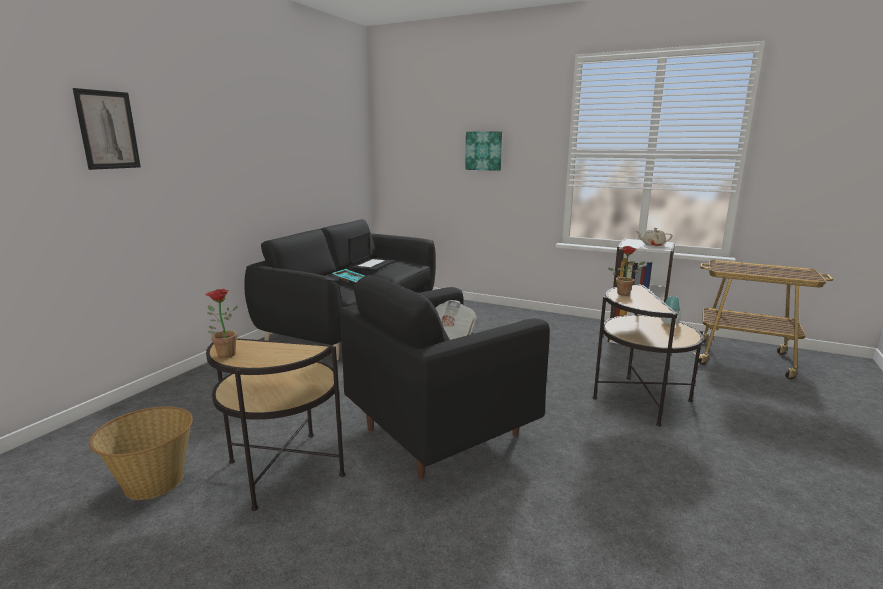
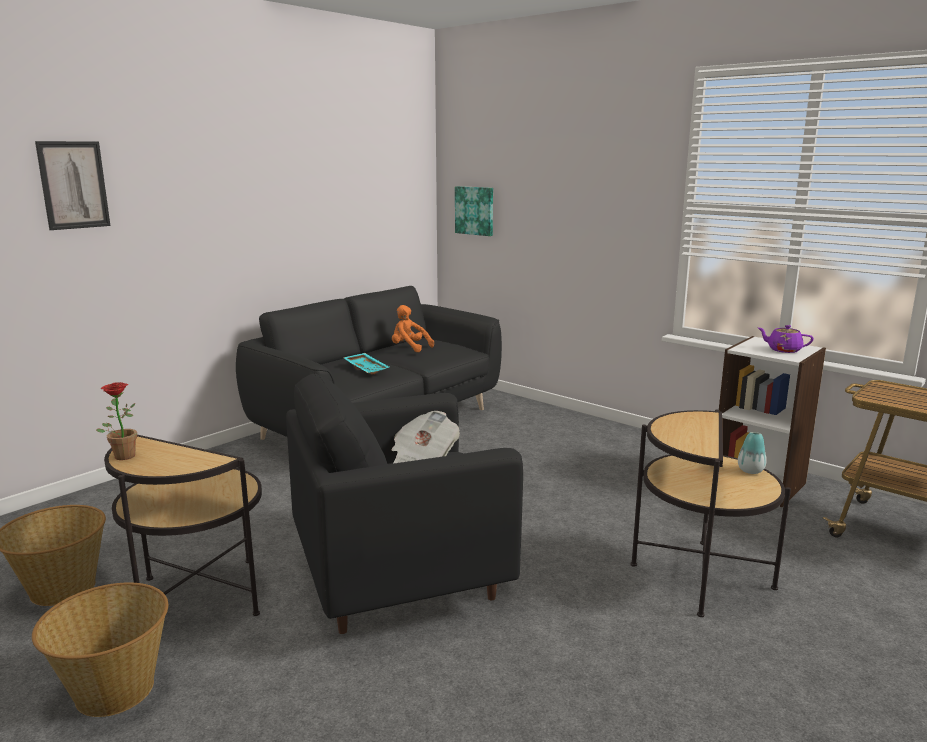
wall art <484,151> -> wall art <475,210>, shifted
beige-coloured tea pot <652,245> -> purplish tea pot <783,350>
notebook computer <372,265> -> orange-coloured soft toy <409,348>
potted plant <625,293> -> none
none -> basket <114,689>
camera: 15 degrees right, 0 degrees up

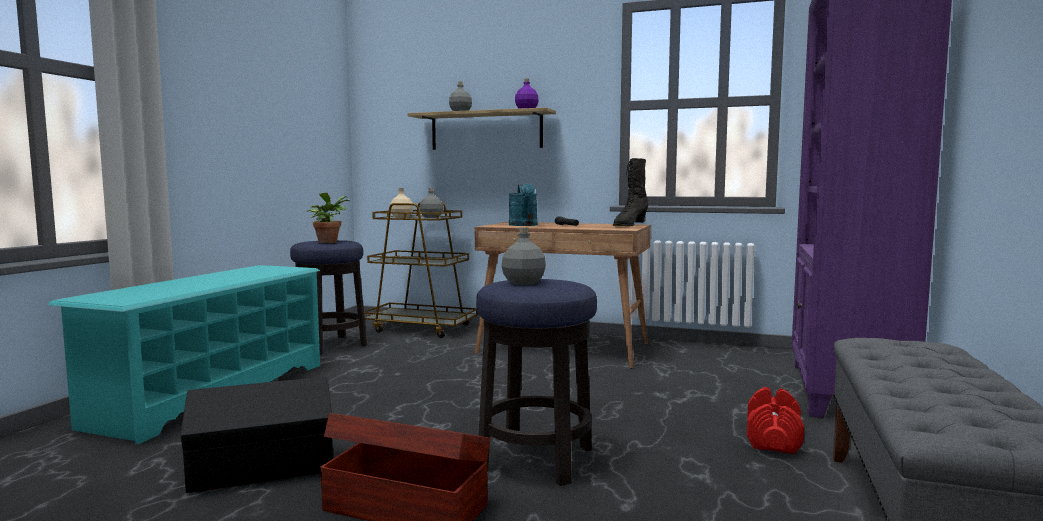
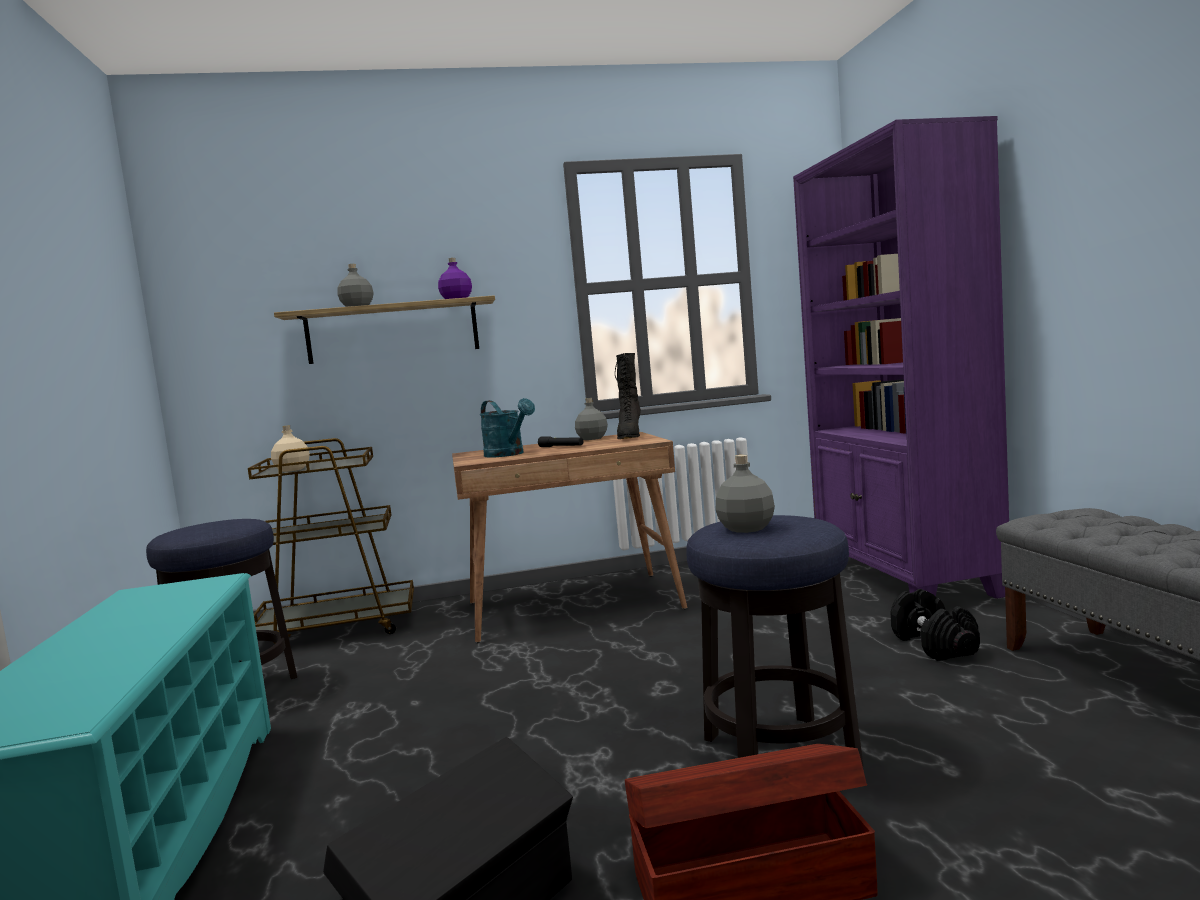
grey beverage bottle <431,217> -> grey beverage bottle <592,438>, shifted
potted plant <328,242> -> none
reddish hand weight <773,439> -> blackish hand weight <935,645>
camera: 30 degrees left, 0 degrees up

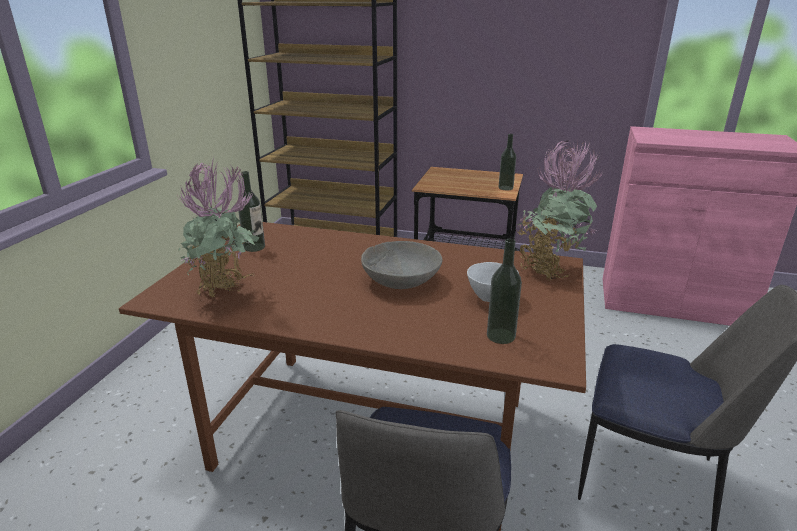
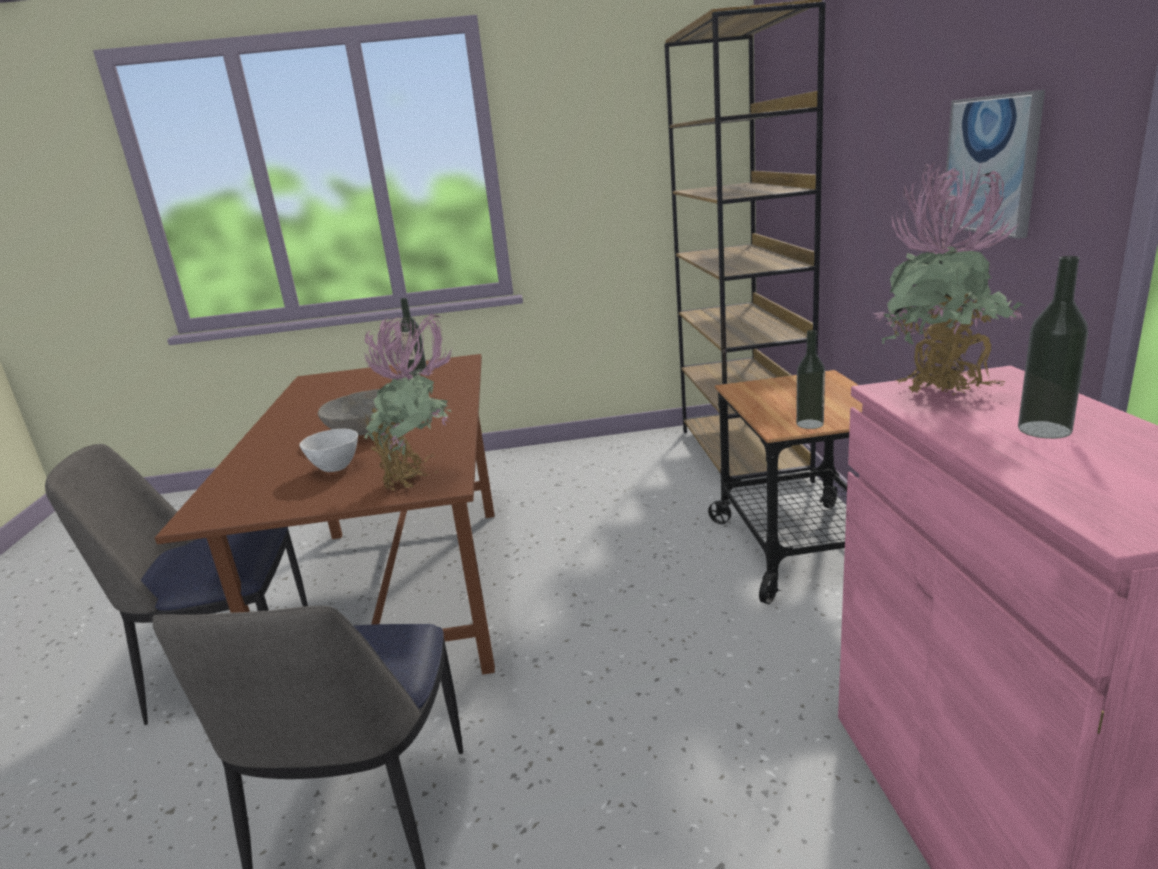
potted plant <227,294> -> potted plant <940,396>, shifted
beverage bottle <501,336> -> beverage bottle <1044,430>, shifted
none -> wall art <991,165>
camera: 70 degrees right, 5 degrees down

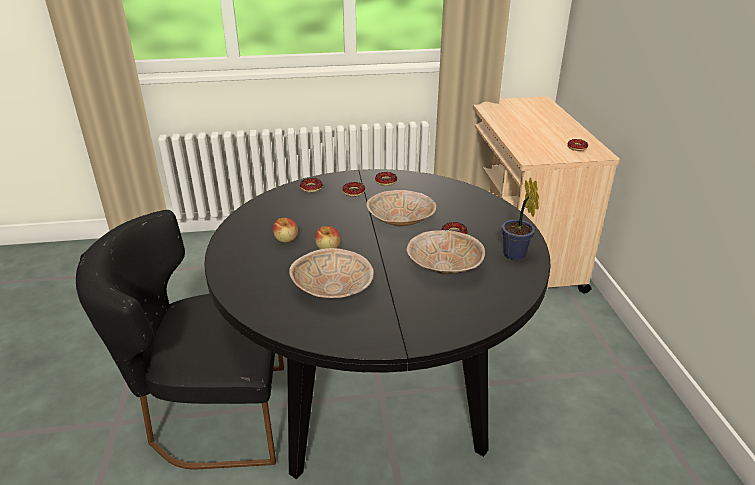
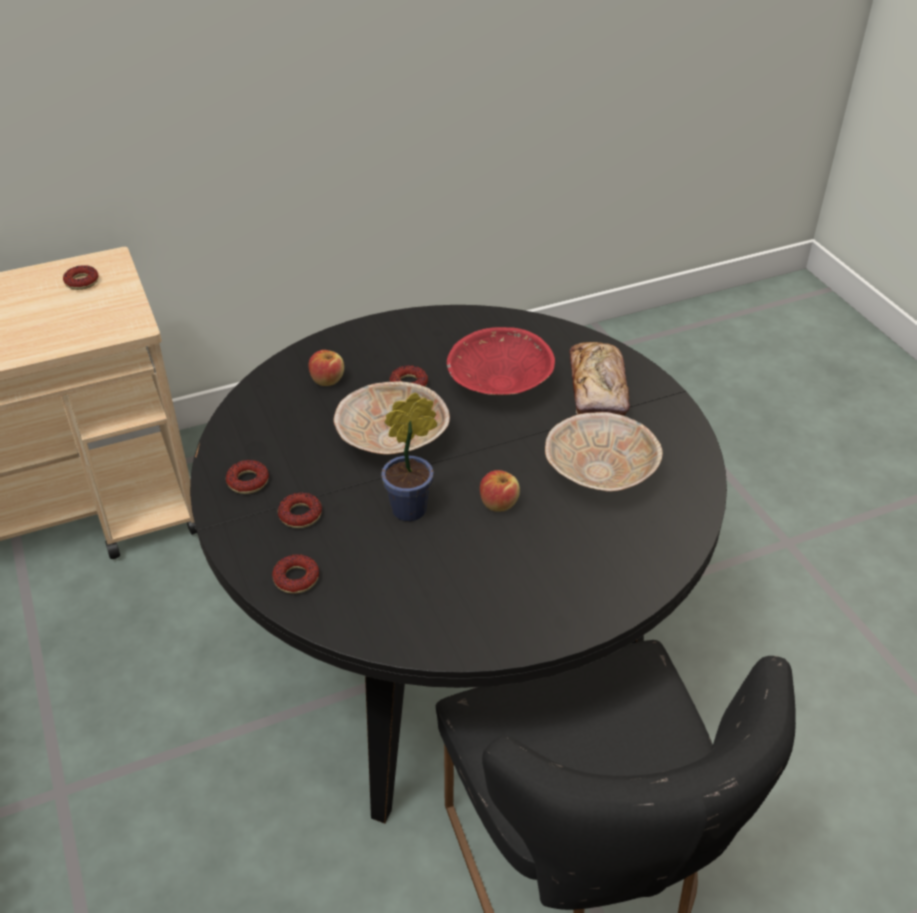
potted plant <515,256> -> potted plant <413,508>, shifted
apple fruit <286,239> -> apple fruit <327,379>, shifted
beige-coloured deep dish <444,267> -> reddish deep dish <499,384>
none -> bakery bread <597,389>
camera: 105 degrees left, 10 degrees up

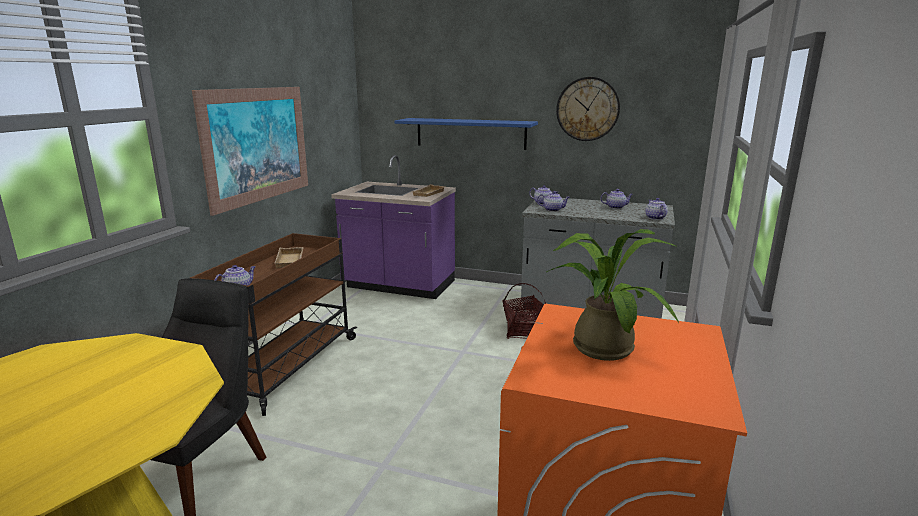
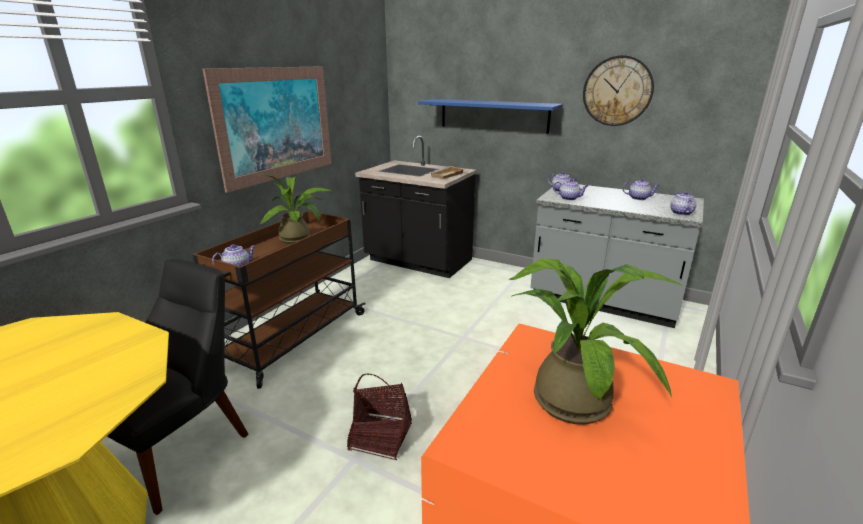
purplish kitchen counter <398,285> -> blackish kitchen counter <418,261>
beige-coloured serving tray <291,261> -> potted plant <299,239>
basket <523,331> -> basket <380,437>, shifted
camera: 10 degrees right, 5 degrees up

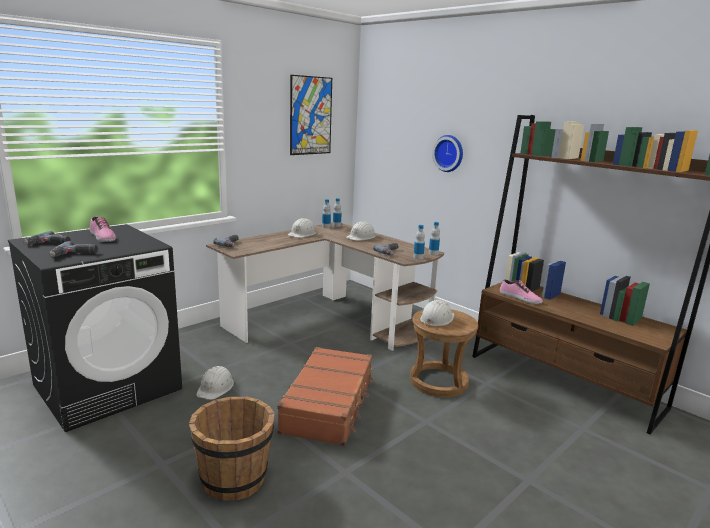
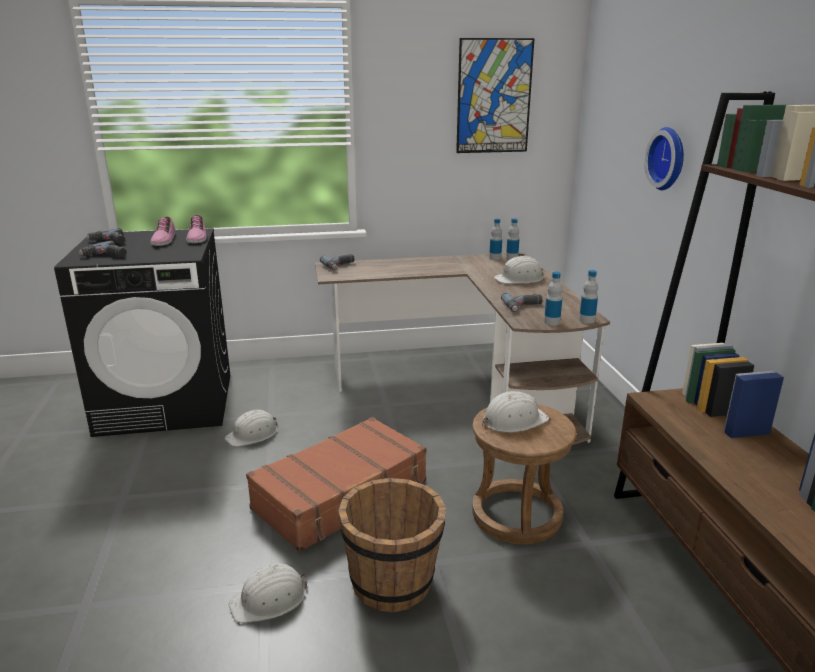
whitish hard hat <302,234> -> whitish hard hat <270,600>, shifted
low shoe <520,298> -> low shoe <196,237>, shifted
brown water bucket <234,478> -> brown water bucket <393,582>, shifted
camera: 35 degrees right, 5 degrees up

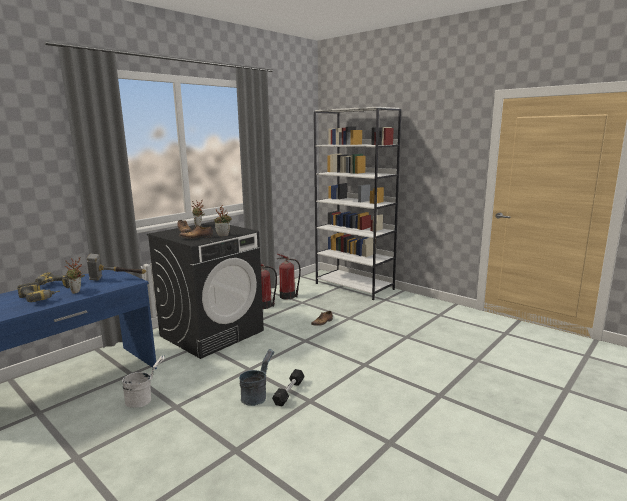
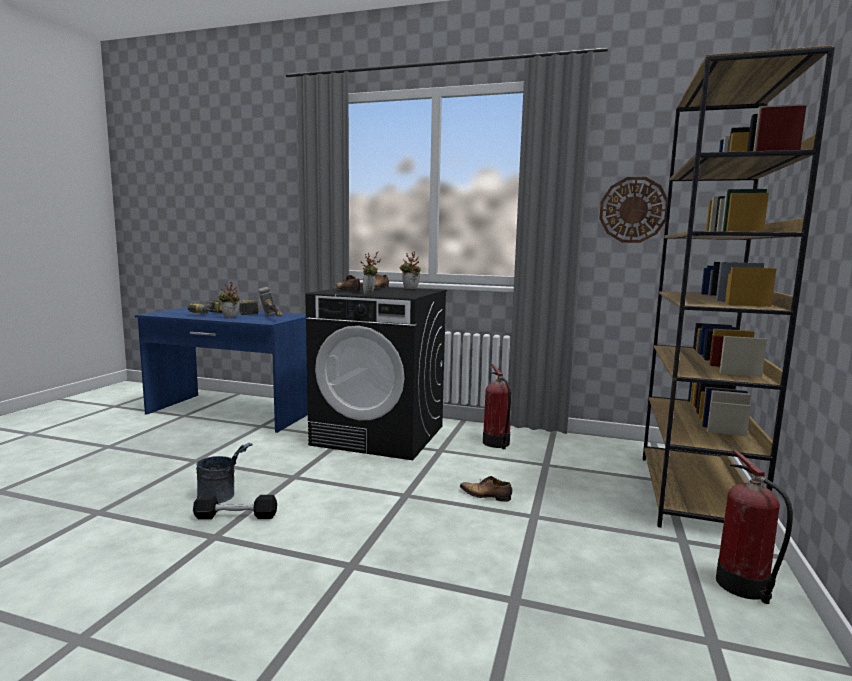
whitish shelving unit <355,286> -> brown shelving unit <694,495>
extinguisher <288,296> -> extinguisher <744,586>, shifted
whitish water bucket <144,399> -> none
none -> wall clock <633,210>
camera: 65 degrees right, 5 degrees down

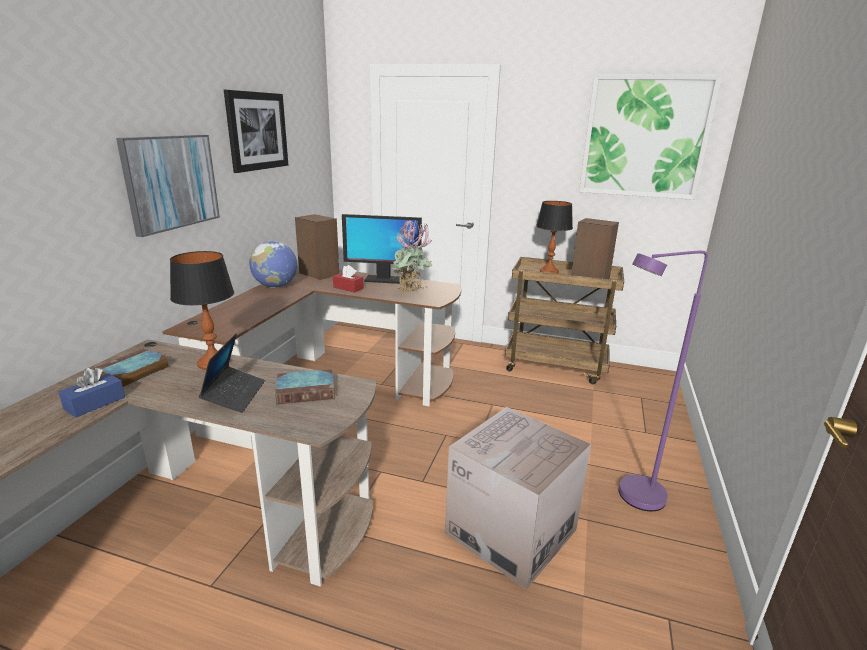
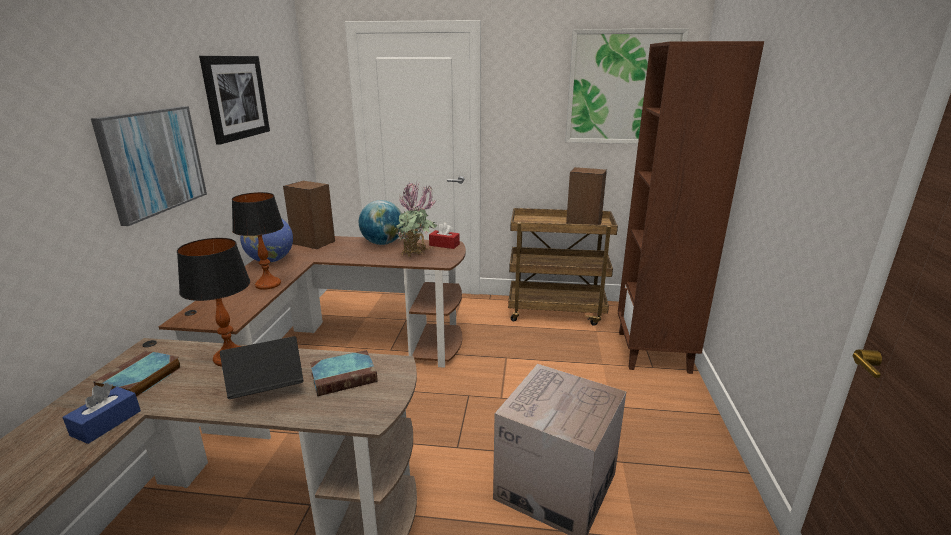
tabletop lamp <549,271> -> tabletop lamp <268,284>, shifted
computer screen <383,279> -> desk globe <383,243>
purplish standing lamp <631,498> -> none
reddish box of tissues <348,288> -> reddish box of tissues <444,245>, shifted
notebook computer <235,395> -> notebook computer <267,391>, 105 degrees counterclockwise
none -> brown shelving unit <654,352>
camera: 10 degrees left, 0 degrees up

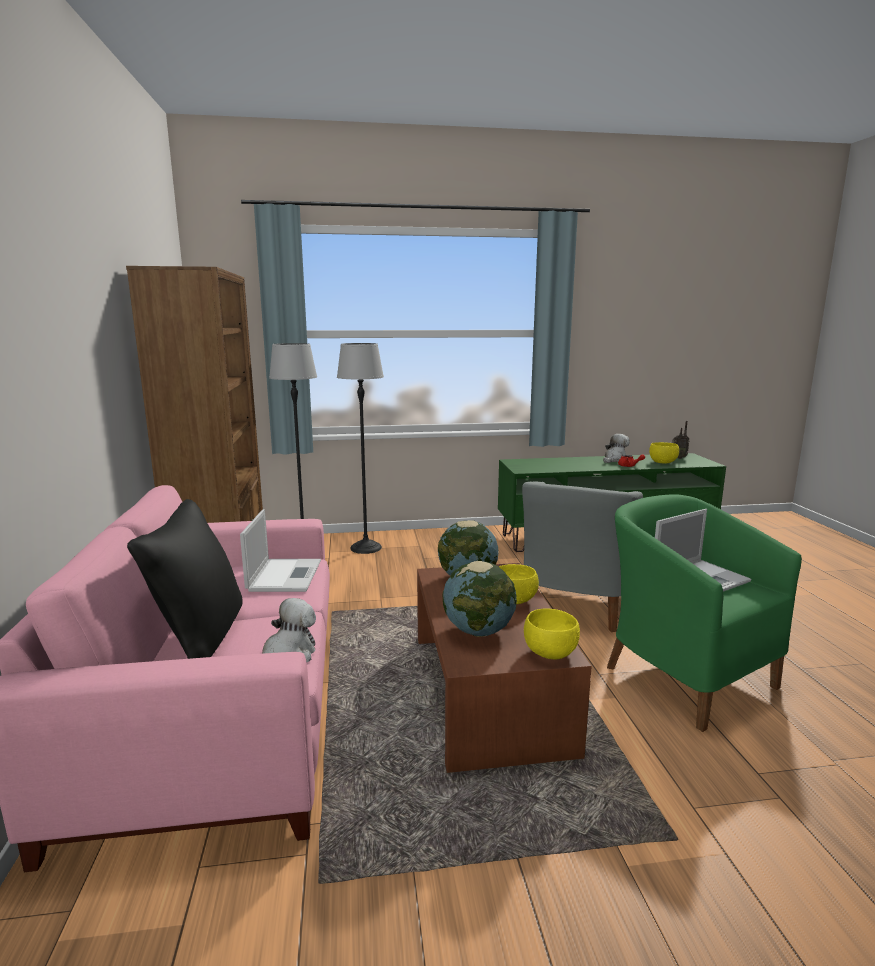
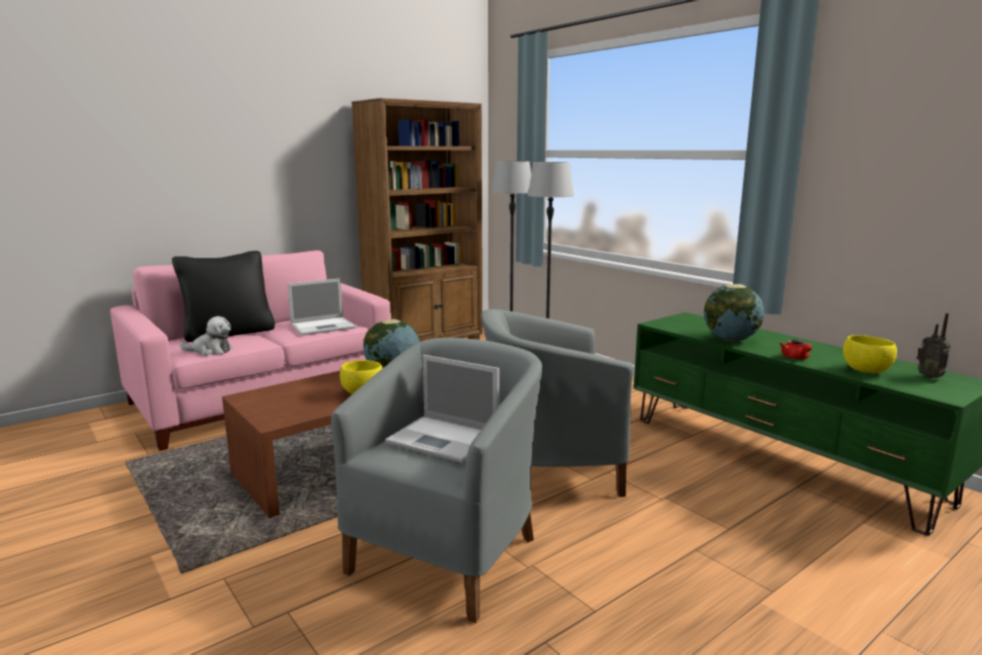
soft toy <614,460> -> none
green lounge chair <684,675> -> grey lounge chair <449,553>
desk globe <479,631> -> desk globe <730,340>, shifted
yellowish deep dish <550,654> -> none
camera: 60 degrees right, 0 degrees up

